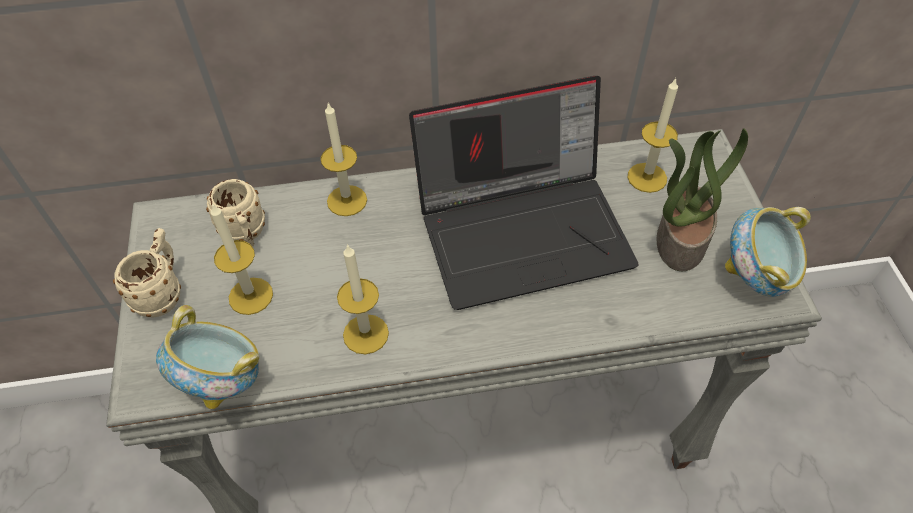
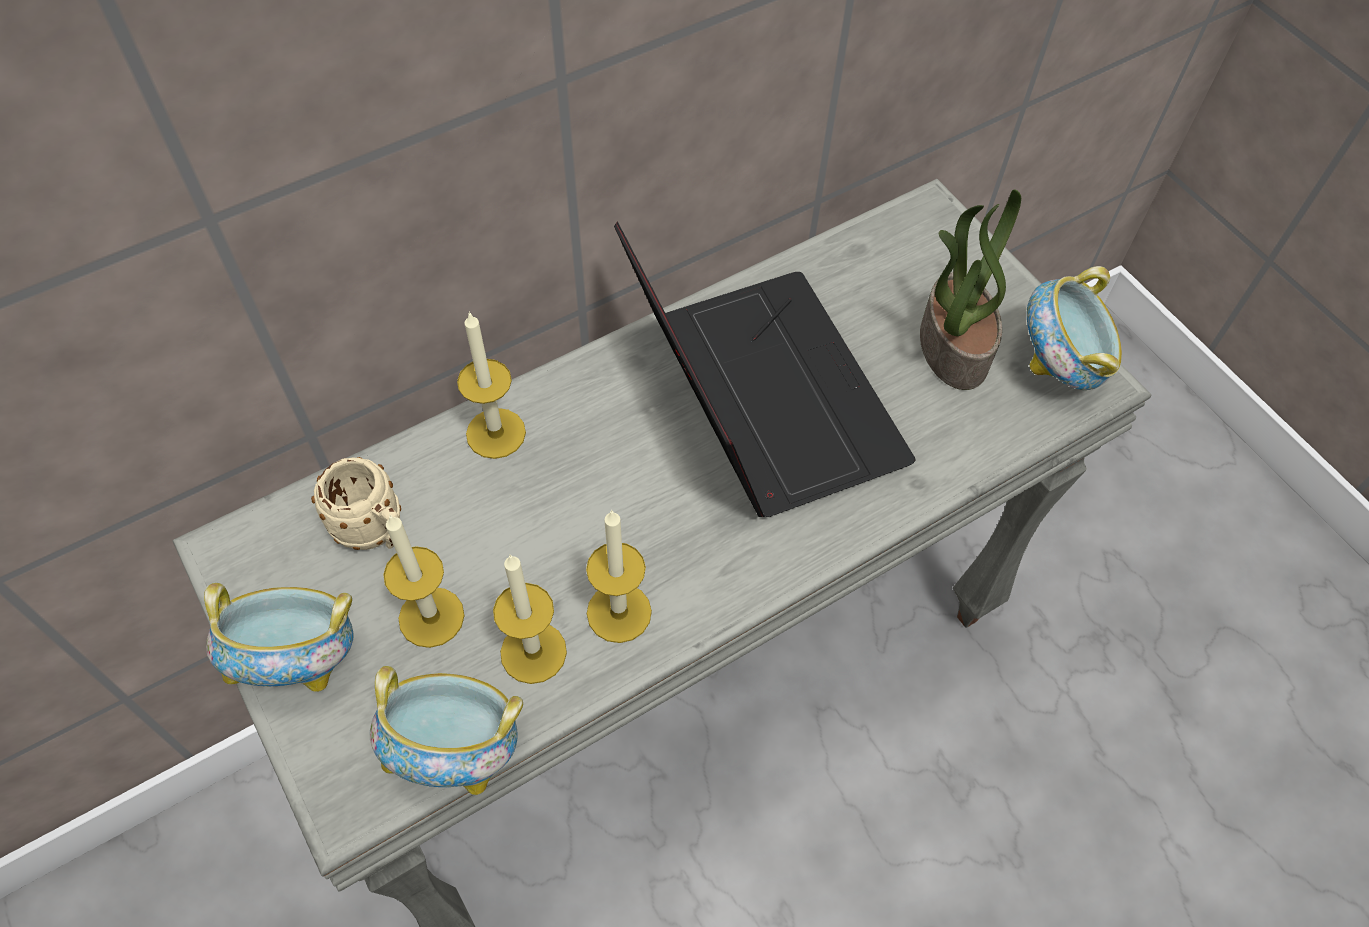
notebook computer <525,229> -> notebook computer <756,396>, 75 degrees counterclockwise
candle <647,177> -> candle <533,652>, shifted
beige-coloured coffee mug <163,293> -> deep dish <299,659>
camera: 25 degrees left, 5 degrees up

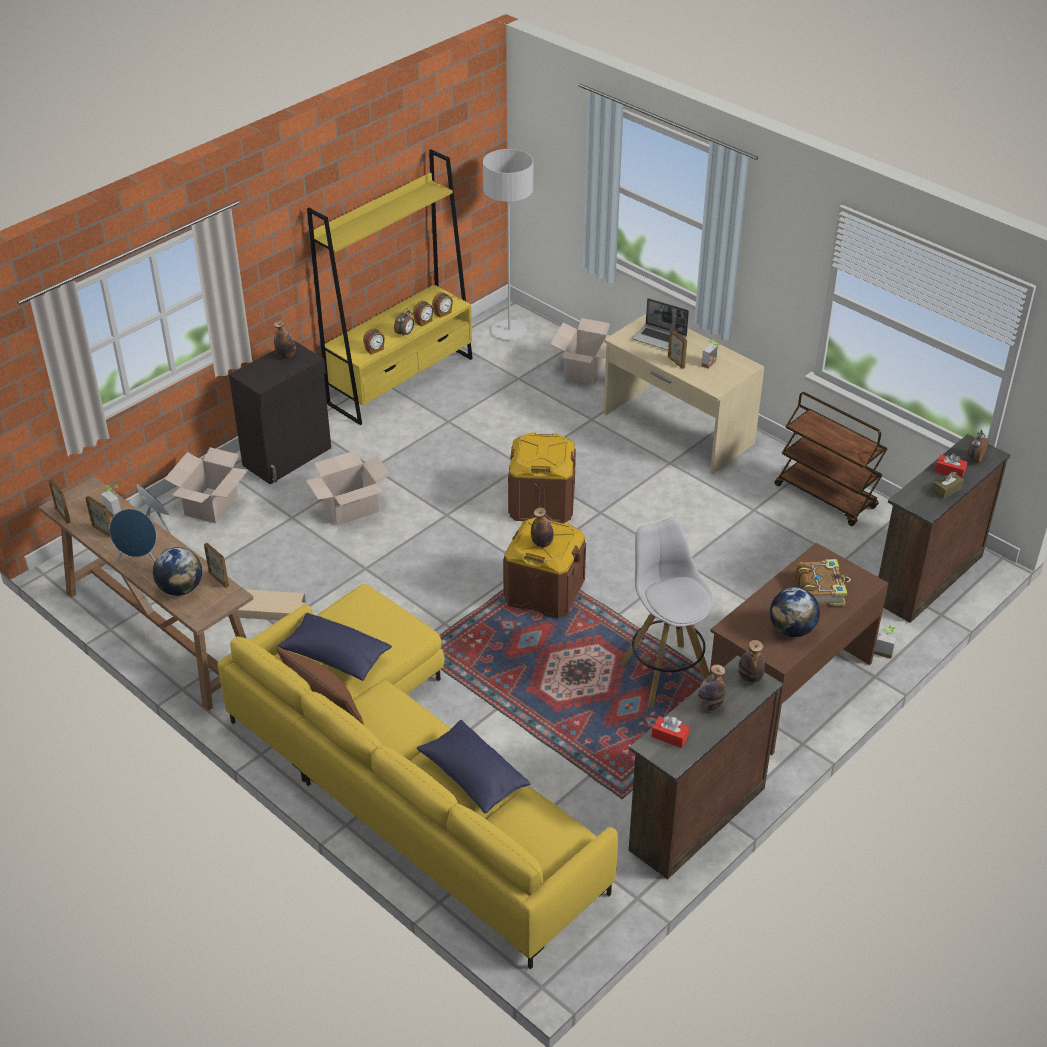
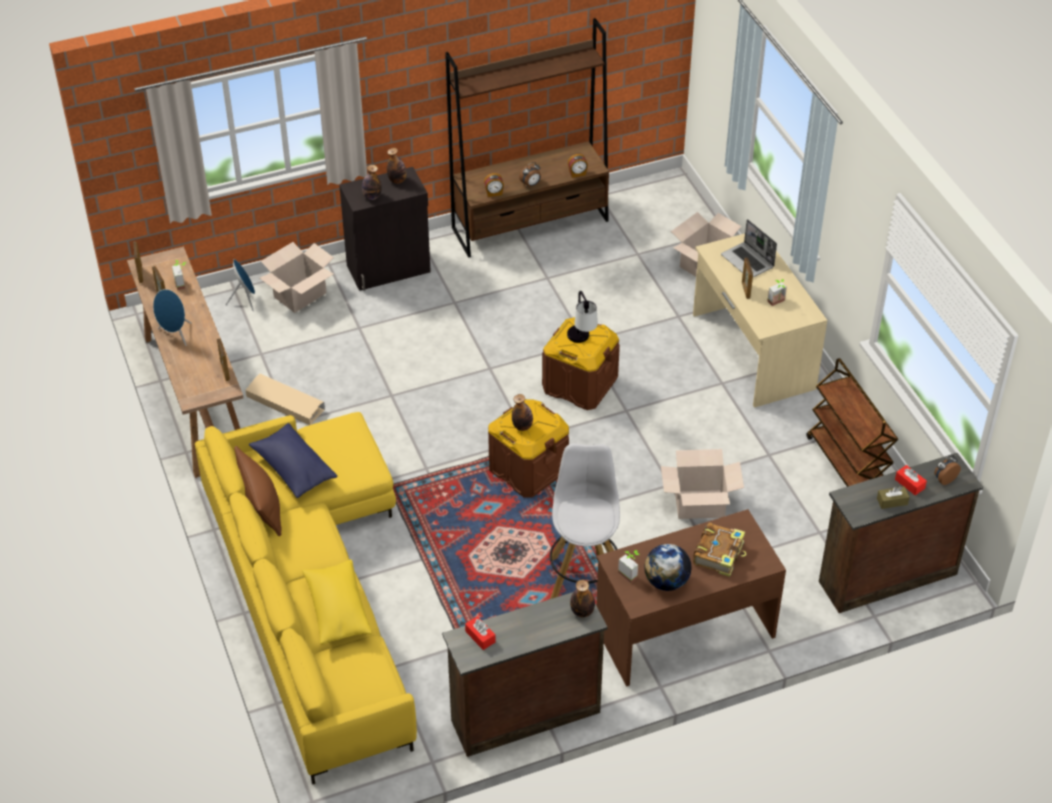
yellowish shelving unit <401,380> -> brown shelving unit <530,224>
grey standing lamp <509,331> -> none
table clock <424,322> -> none
cardboard box <351,508> -> cardboard box <699,504>, shifted
desk globe <181,588> -> none
potted plant <884,650> -> potted plant <630,573>, shifted
beverage bottle <709,705> -> beverage bottle <372,196>, shifted
blue throw pillow <473,776> -> yellowish throw pillow <337,610>
none -> tabletop lamp <582,342>
camera: 25 degrees right, 5 degrees up

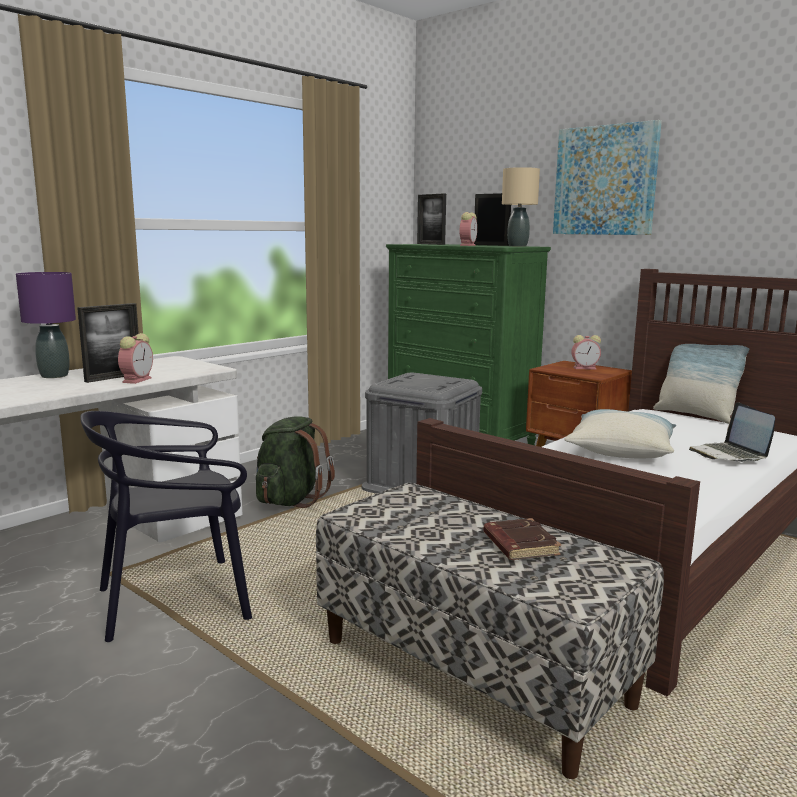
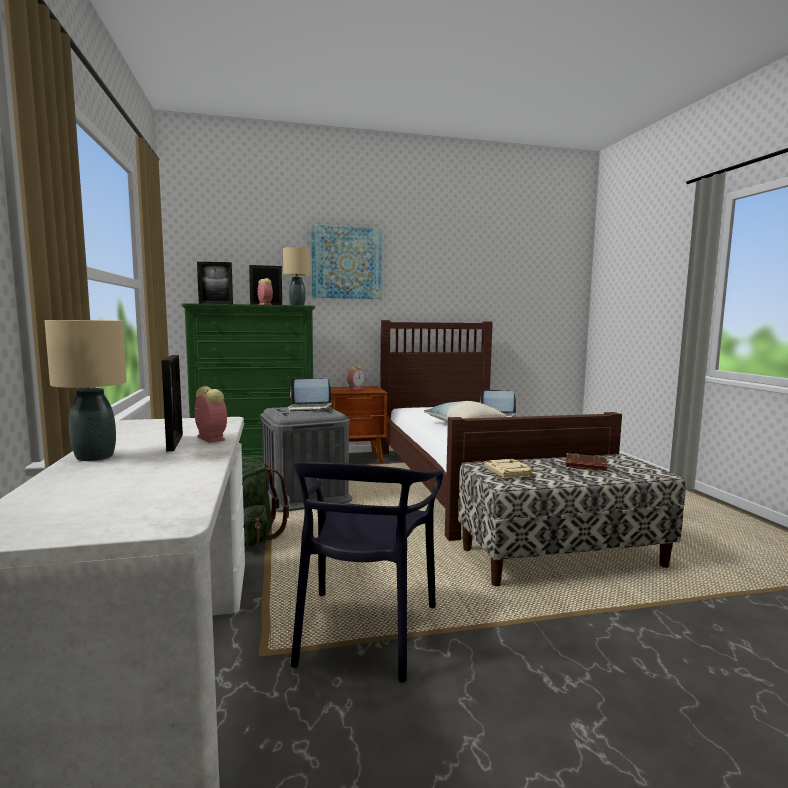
purplish tabletop lamp <54,376> -> beige-coloured tabletop lamp <95,457>
throw pillow <695,415> -> none
none -> notebook computer <309,408>
none -> beige-coloured book <507,472>
camera: 55 degrees left, 5 degrees down

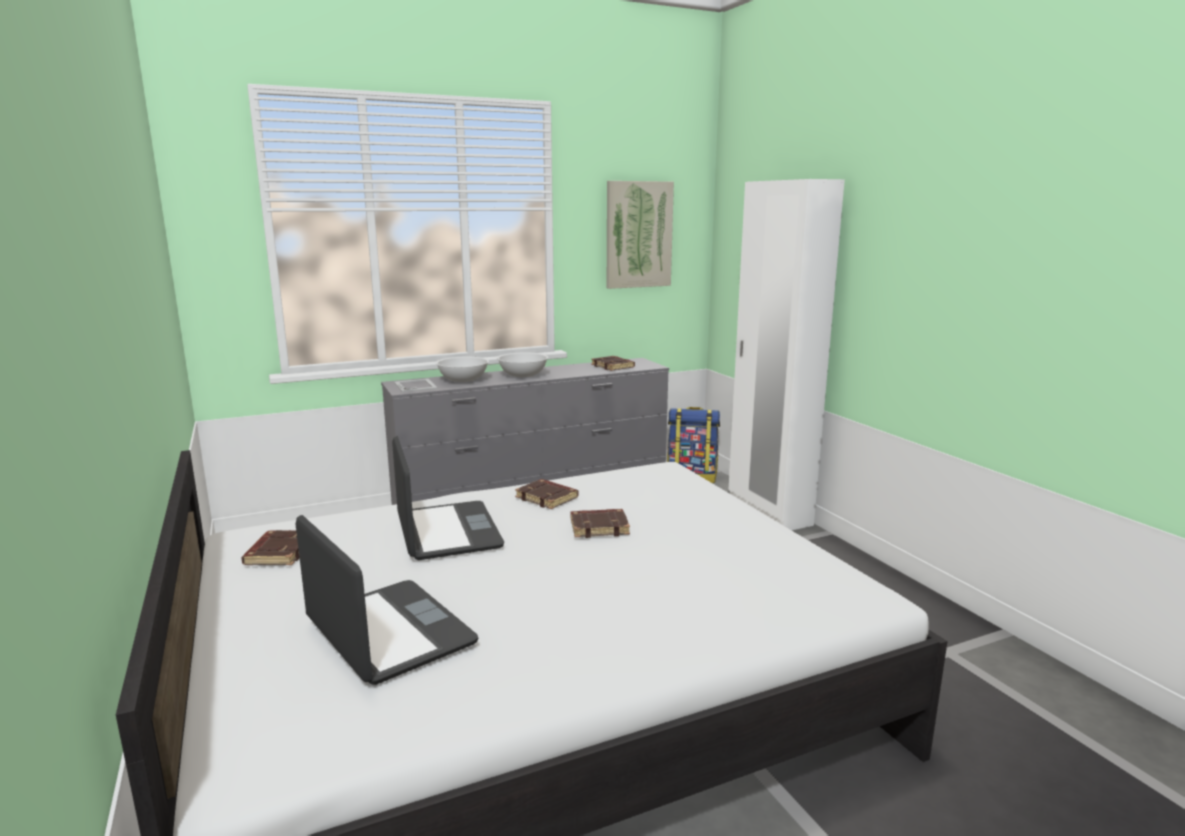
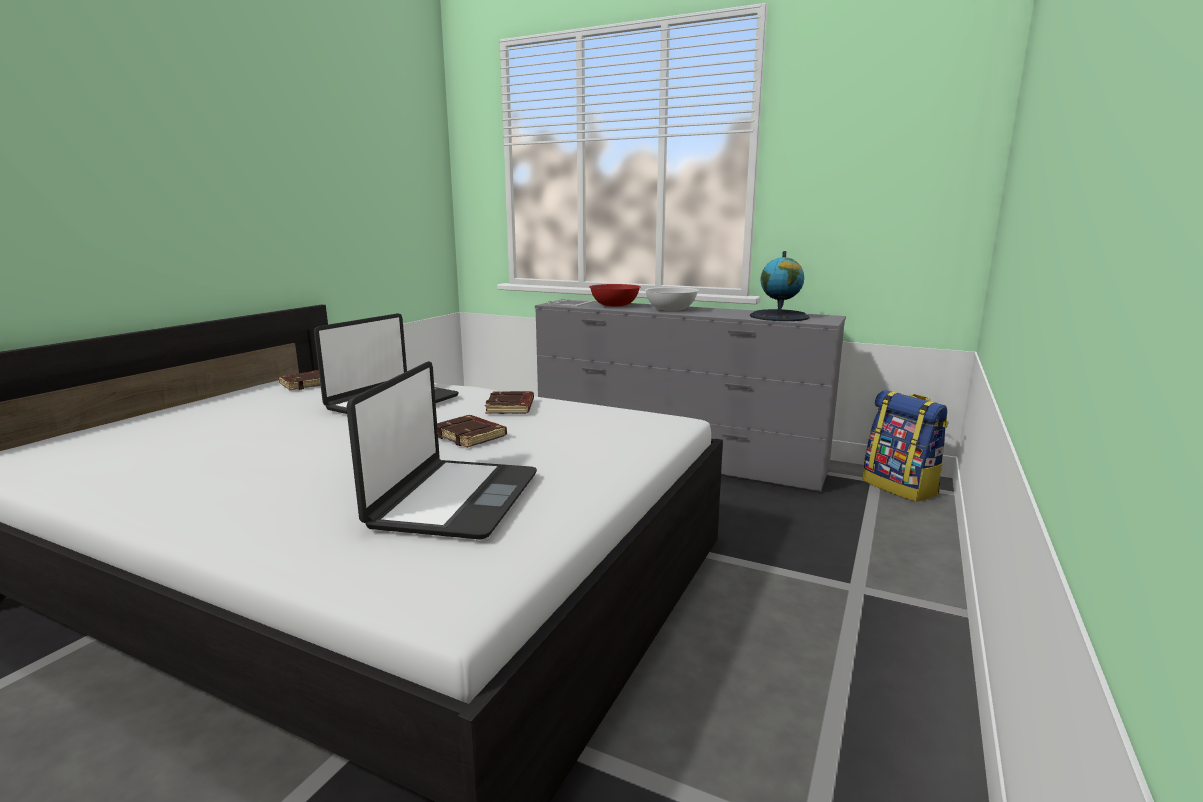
whitish clothes cupboard <768,512> -> none
wall art <638,234> -> none
brown book <613,366> -> desk globe <779,316>
whitish deep dish <463,380> -> reddish deep dish <614,305>
notebook computer <388,633> -> notebook computer <454,499>, shifted
camera: 50 degrees right, 0 degrees up

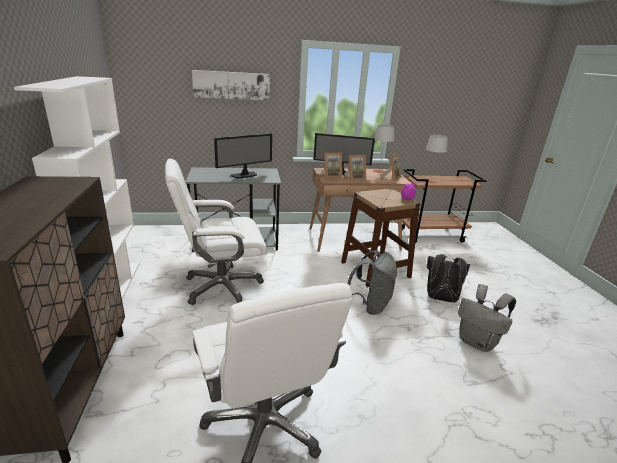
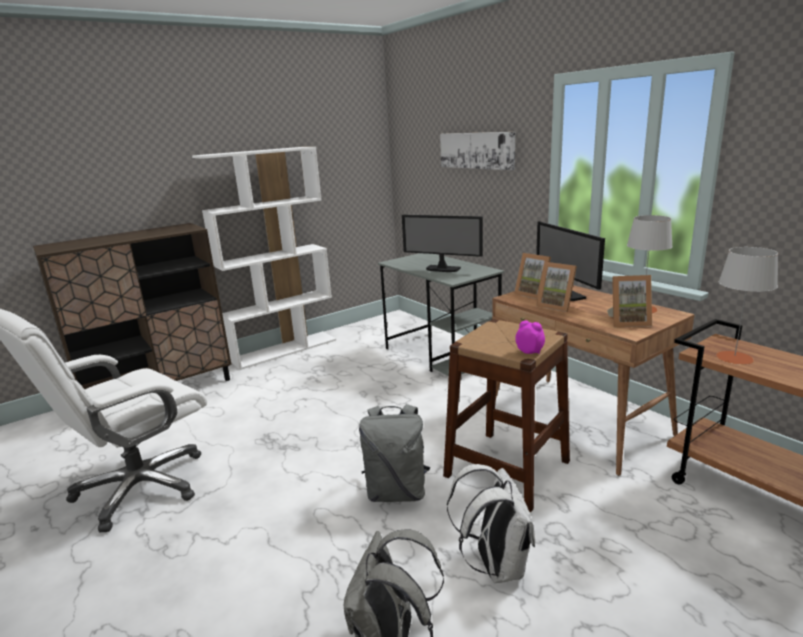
whitish desk chair <221,287> -> none
blackish knapsack <440,299> -> whitish knapsack <495,564>
camera: 65 degrees right, 5 degrees down

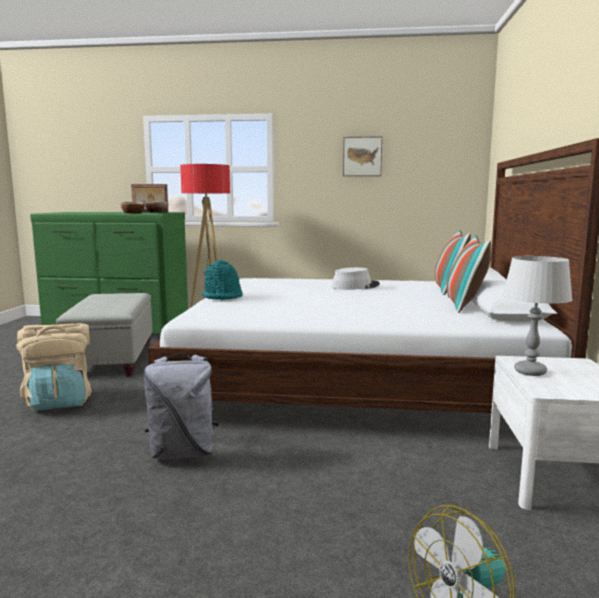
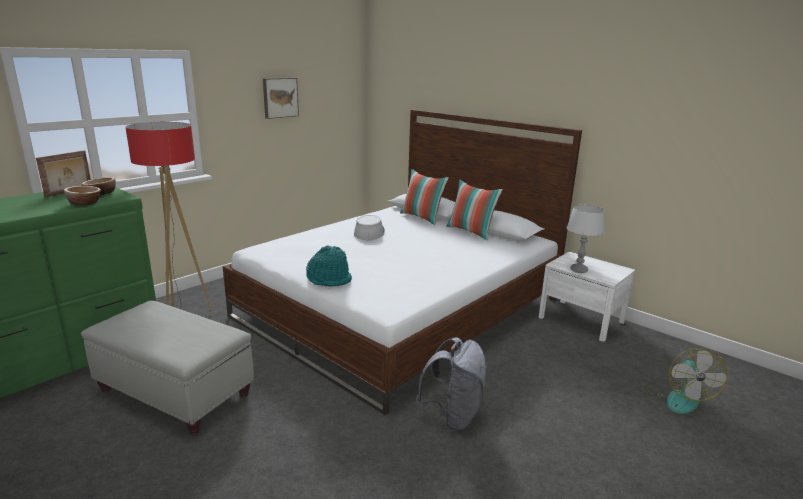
beige-coloured knapsack <60,401> -> none
camera: 55 degrees left, 10 degrees up

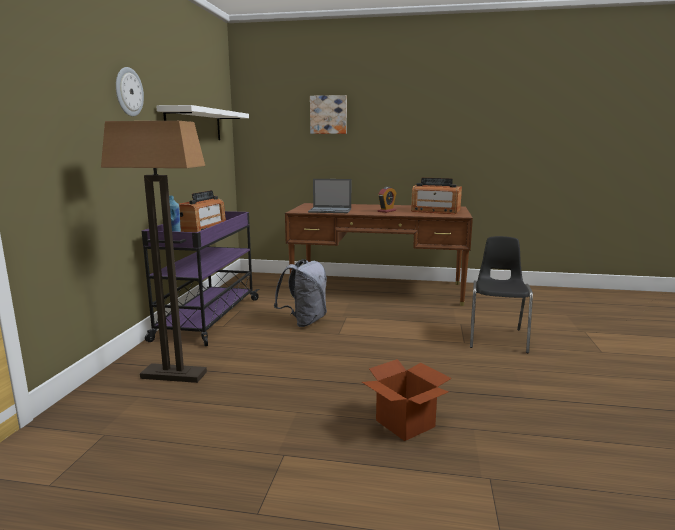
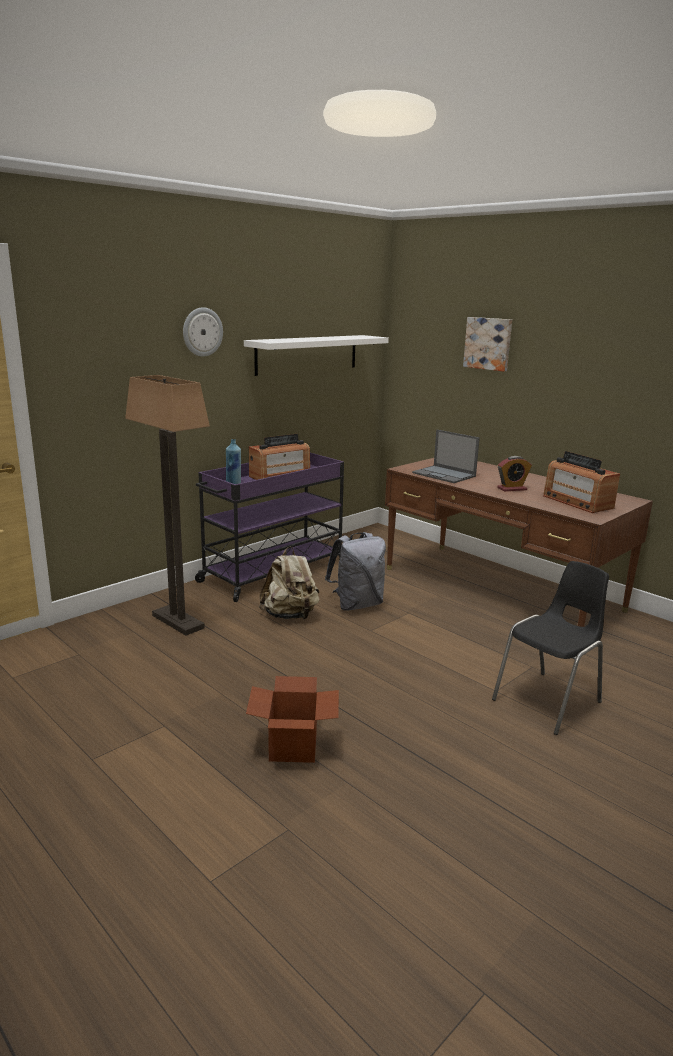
none -> beige-coloured knapsack <290,616>
camera: 35 degrees right, 5 degrees up

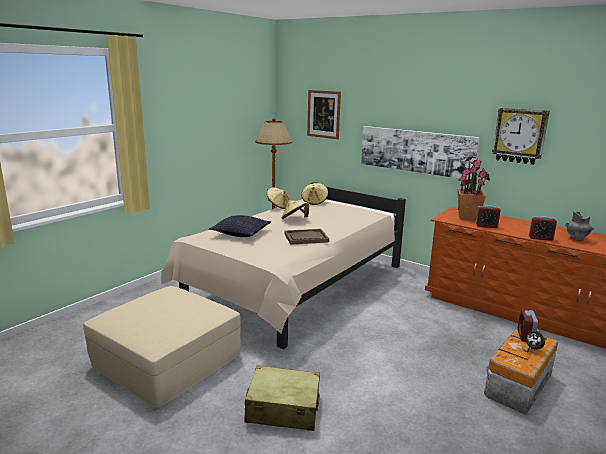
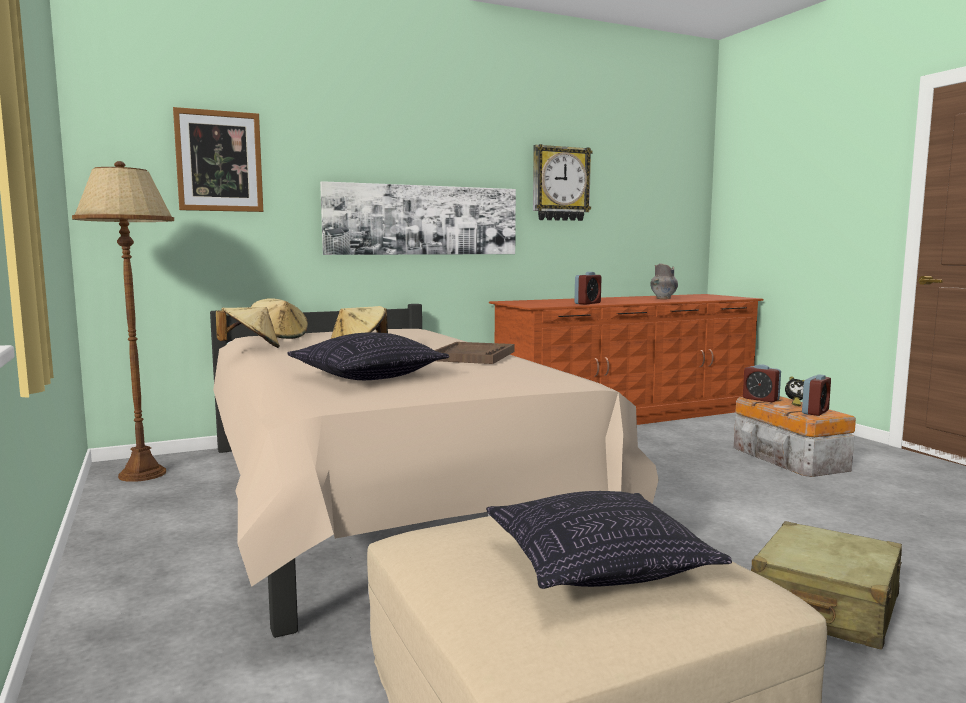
potted plant <468,216> -> none
table clock <540,238> -> table clock <815,412>, shifted
none -> throw pillow <597,565>
camera: 60 degrees left, 10 degrees down

